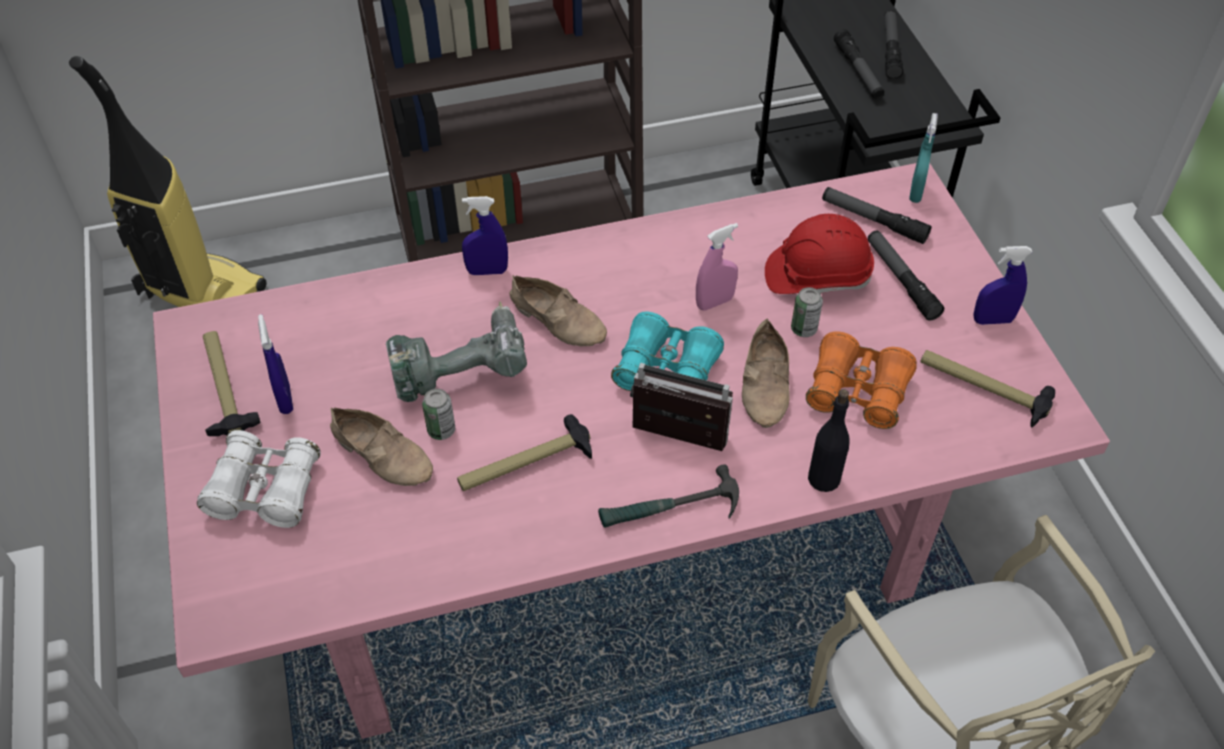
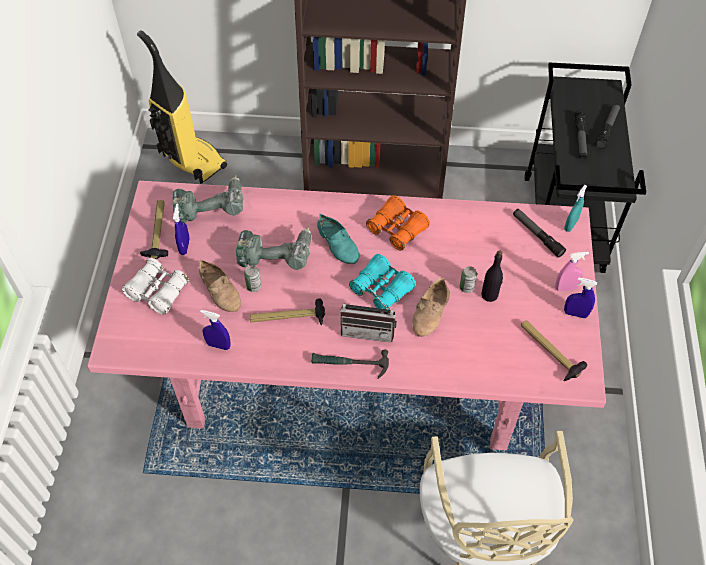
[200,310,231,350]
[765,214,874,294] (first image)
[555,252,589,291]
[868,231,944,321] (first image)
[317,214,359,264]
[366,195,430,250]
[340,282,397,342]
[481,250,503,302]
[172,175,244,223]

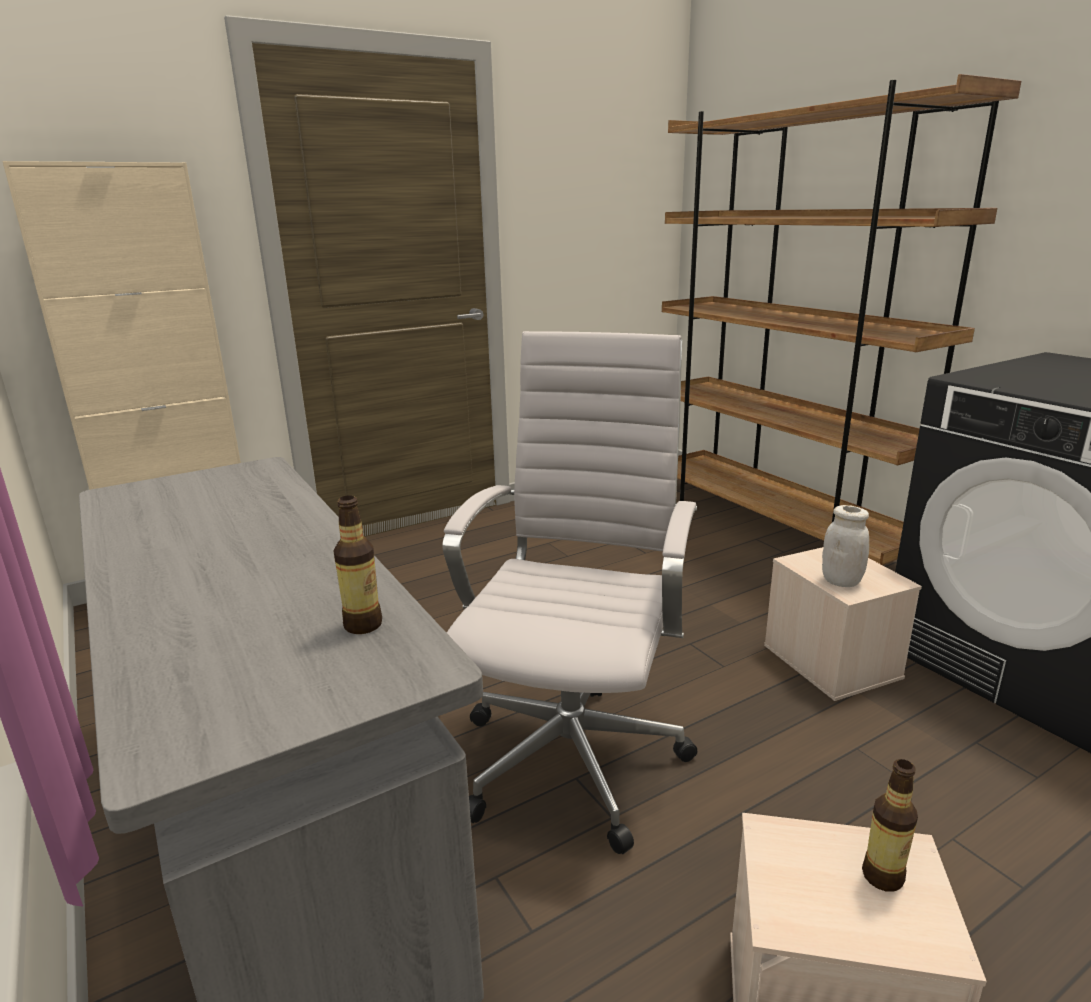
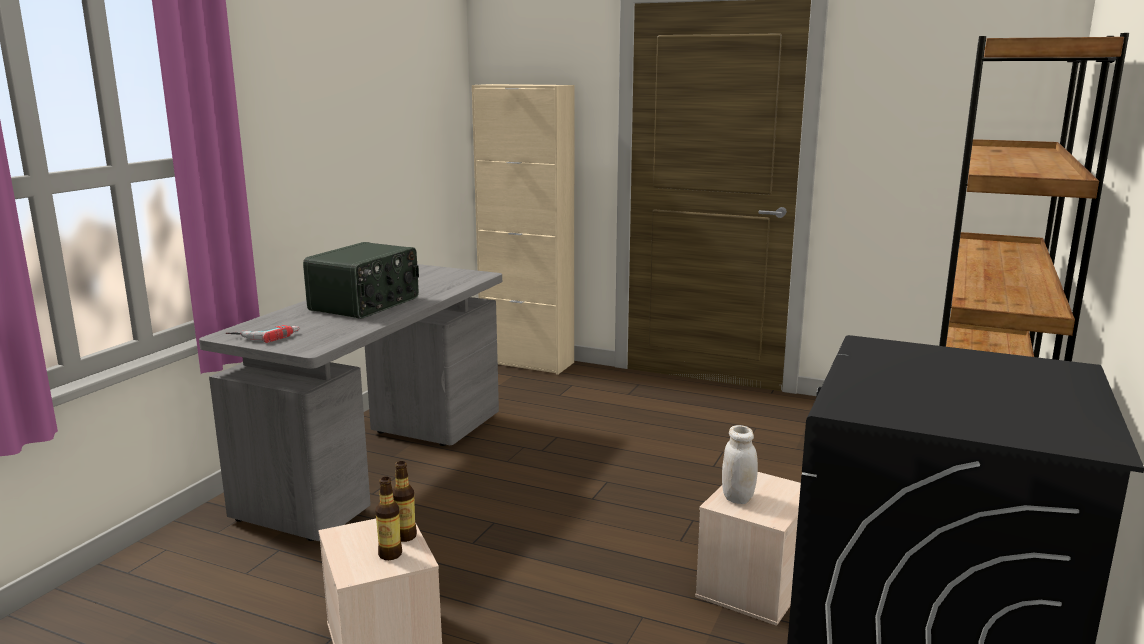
[442,331,697,854] (first image)
[393,461,417,542]
[303,242,419,319]
[226,325,299,343]

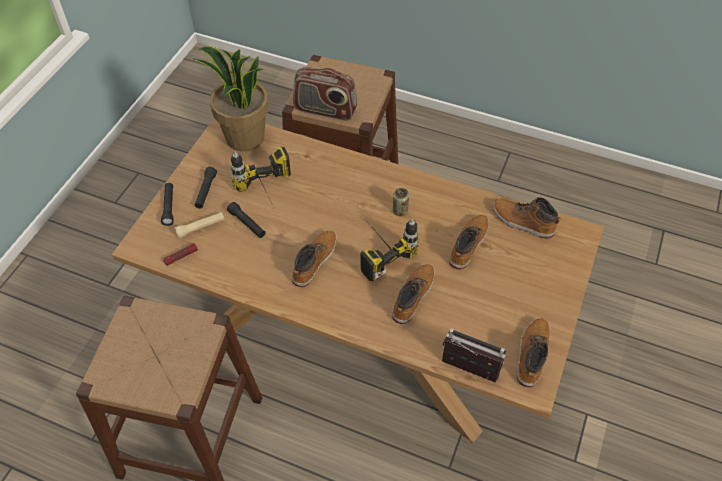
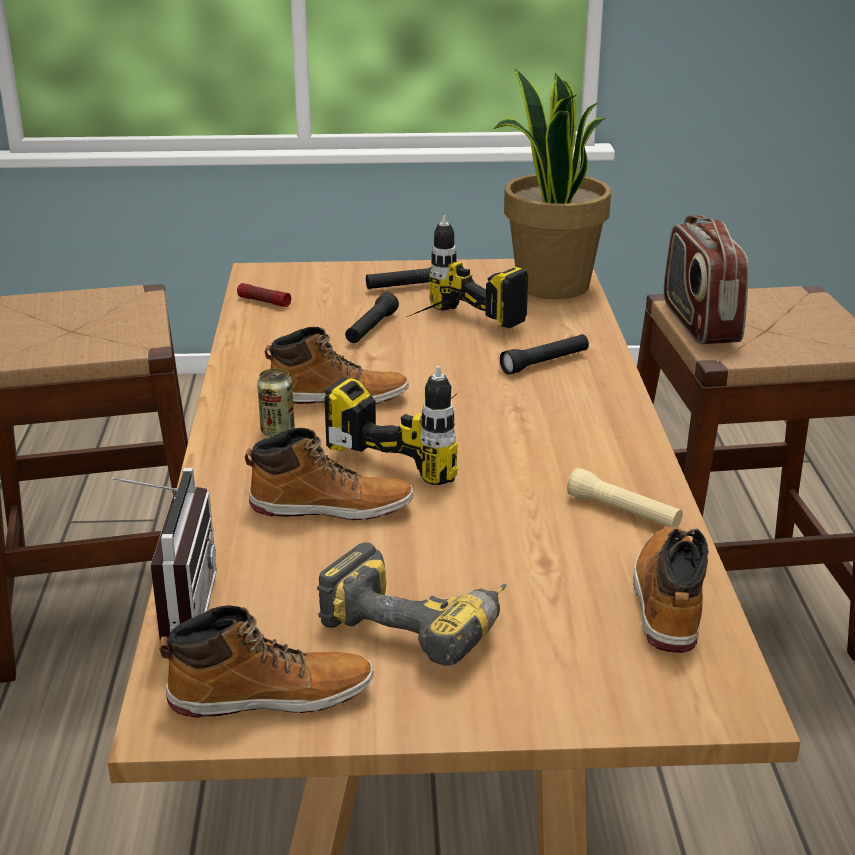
[500,334,589,375]
[257,368,295,437]
[567,468,683,527]
[449,215,489,269] (first image)
[317,542,506,666]

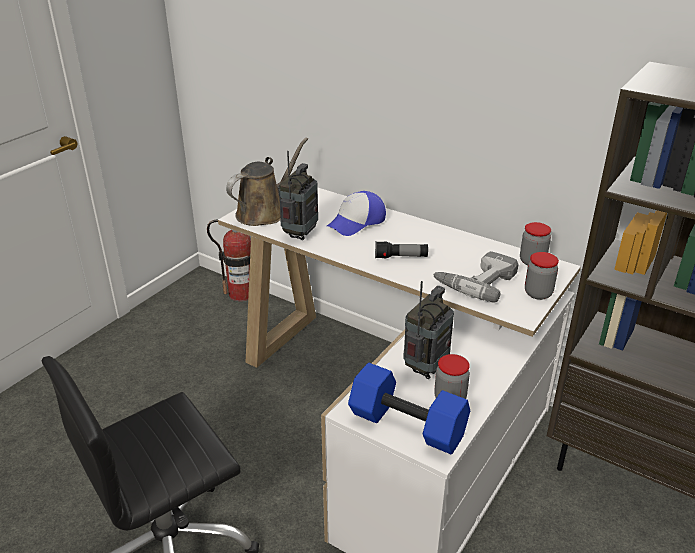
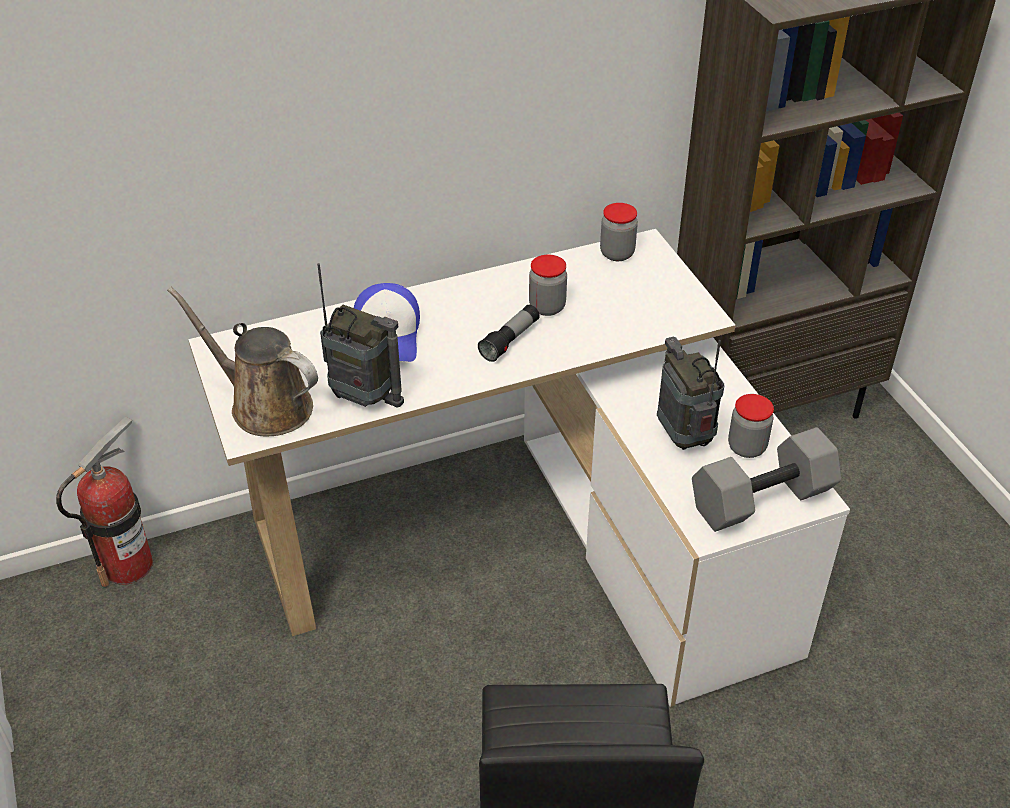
[167,287,318,437]
[317,263,404,407]
[433,251,519,302] (first image)
[529,255,567,316]
[692,427,841,532]

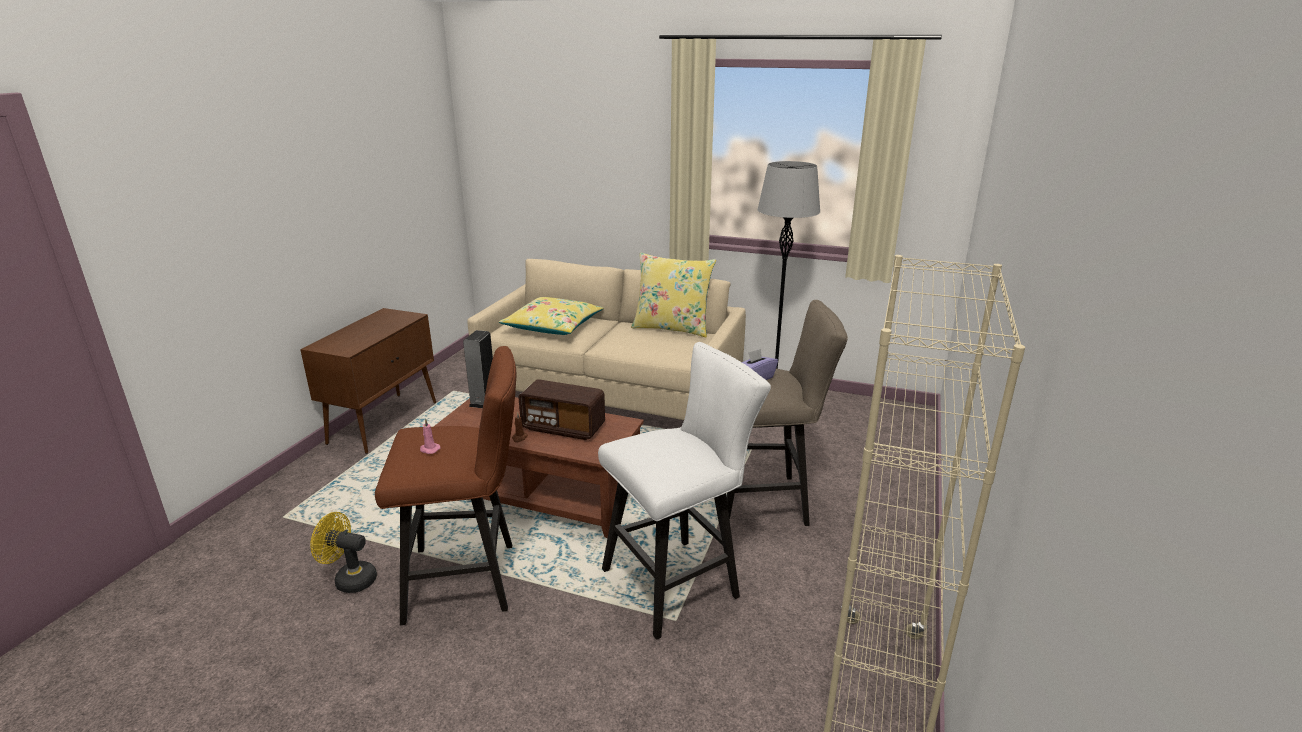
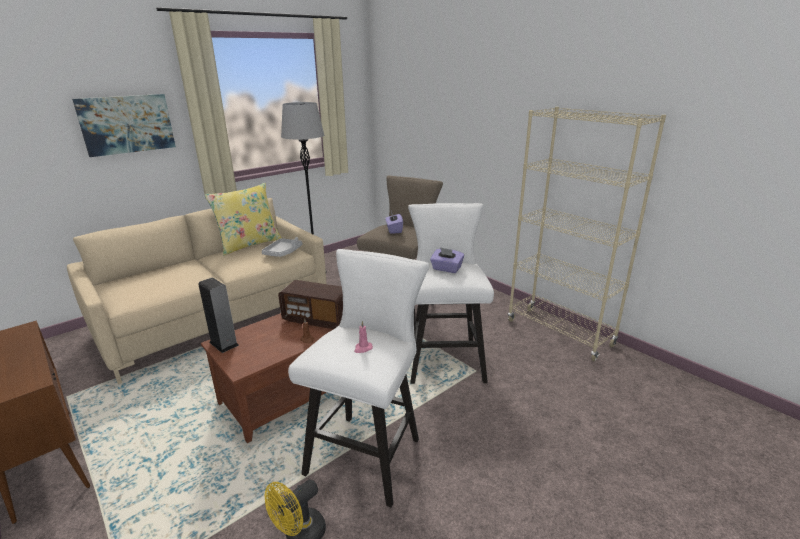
[499,297,604,335] (first image)
[288,249,429,507]
[278,280,343,329]
[72,94,176,157]
[261,237,303,257]
[430,247,464,273]

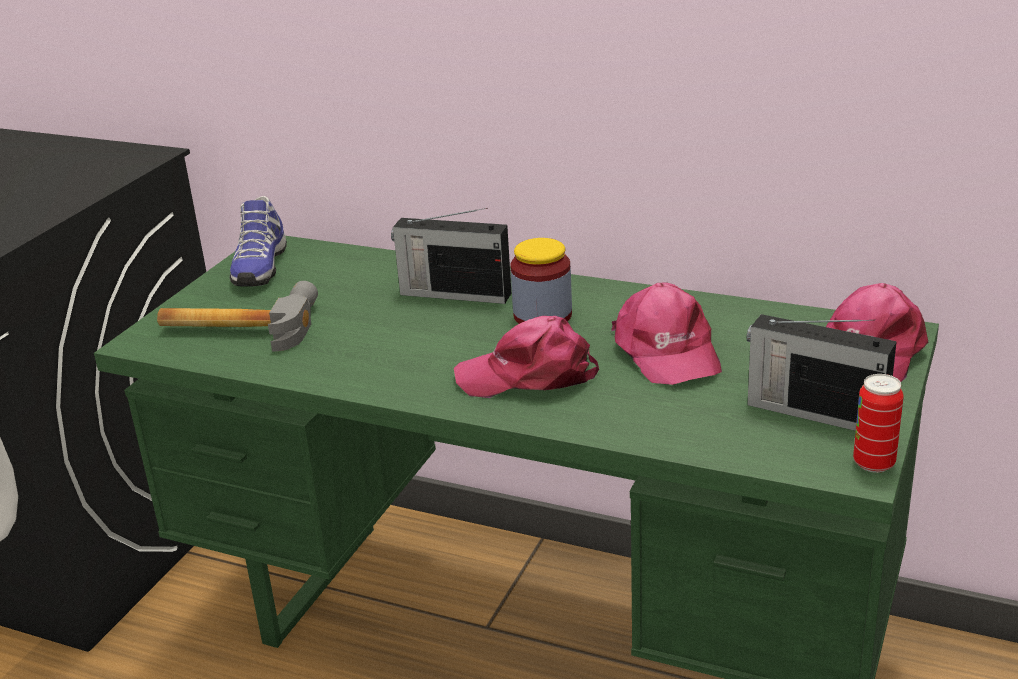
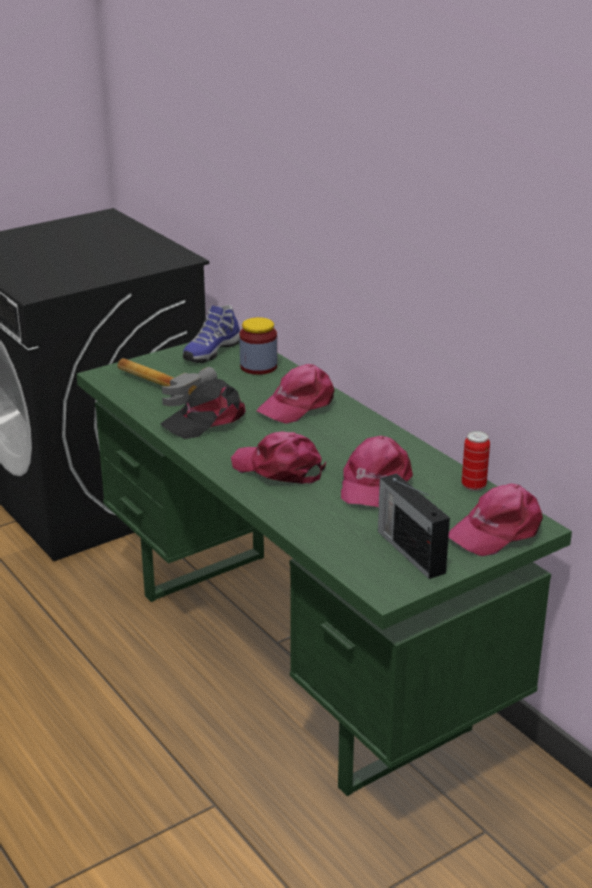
[257,364,335,424]
[239,317,277,375]
[462,431,490,491]
[160,379,246,439]

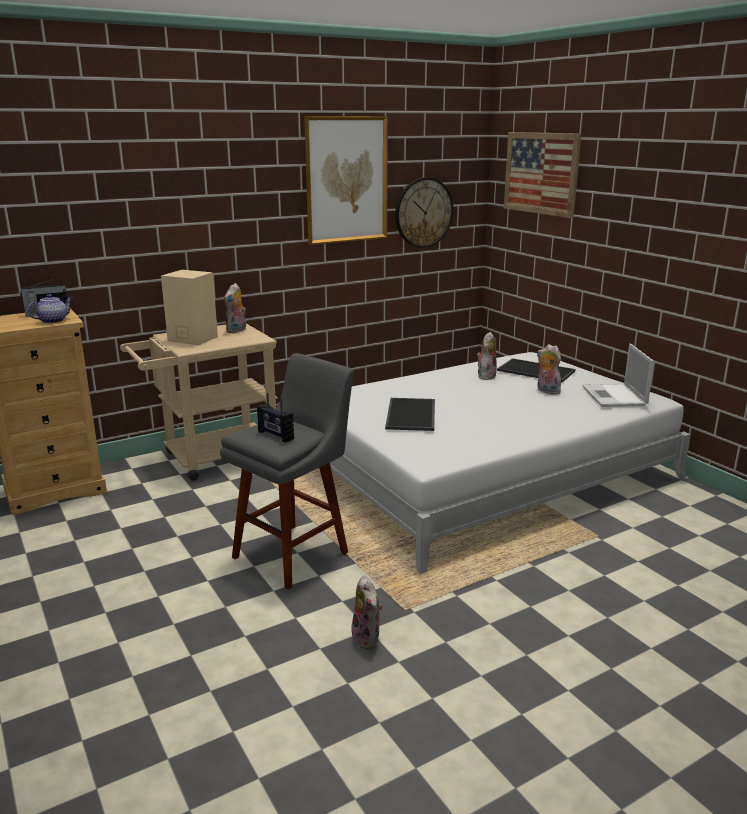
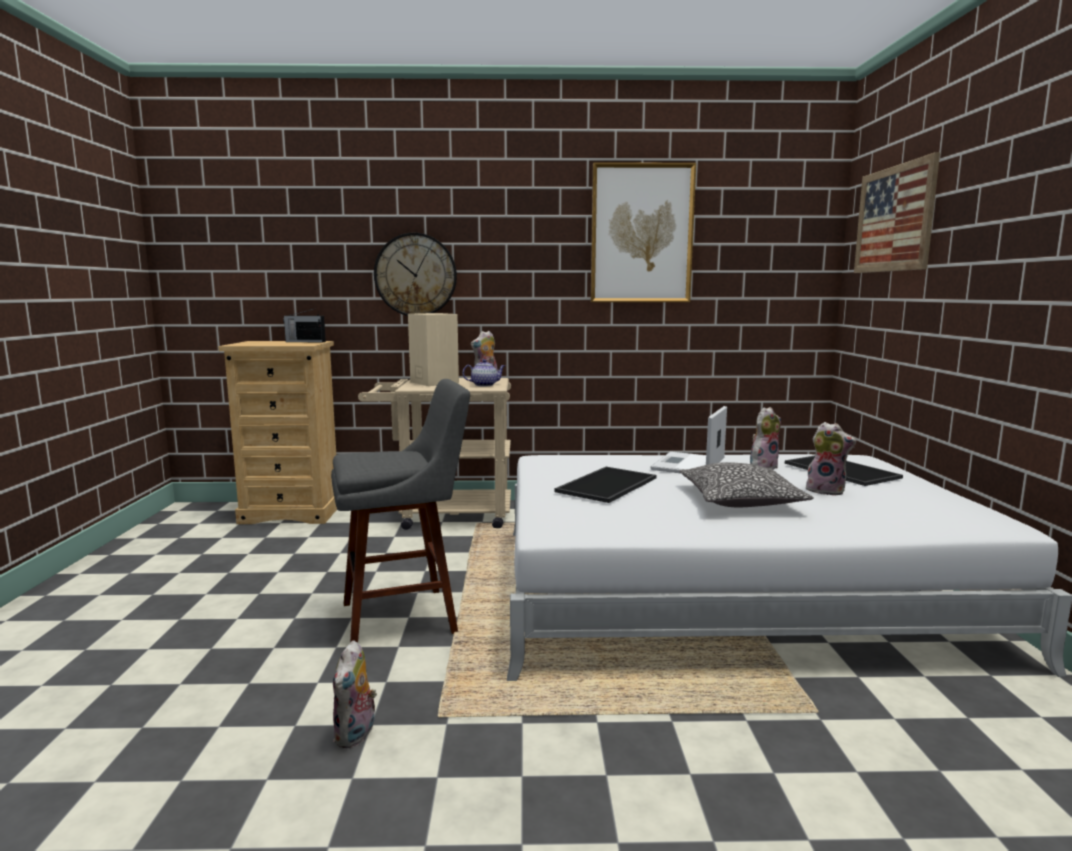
[374,233,457,316]
[462,359,505,386]
[650,406,727,473]
[804,422,856,496]
[257,393,294,443] (first image)
[679,462,814,507]

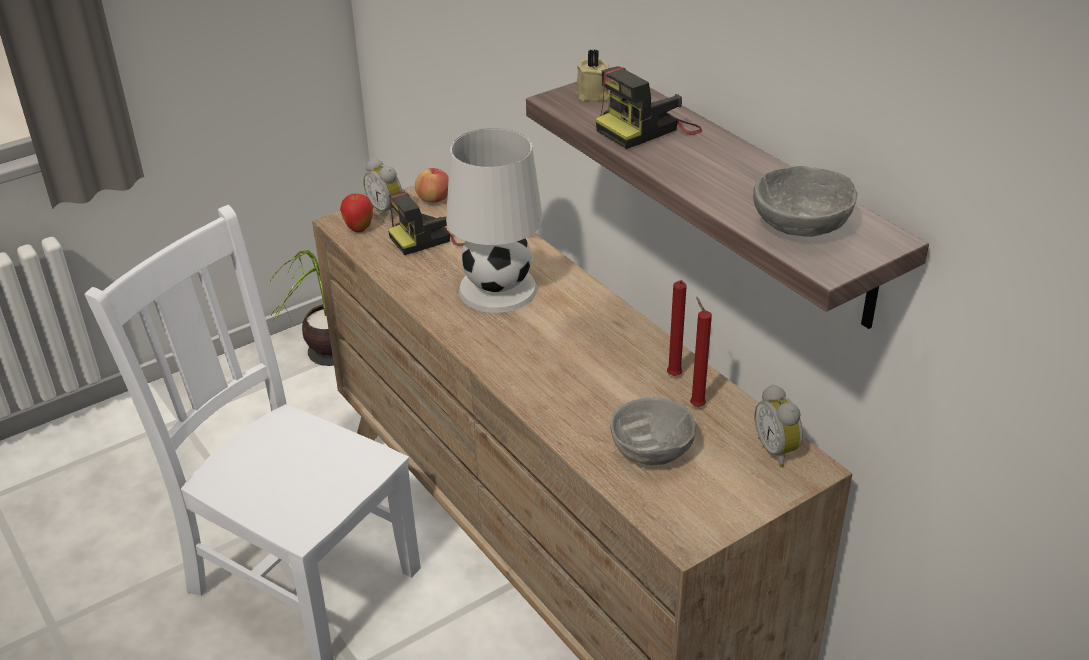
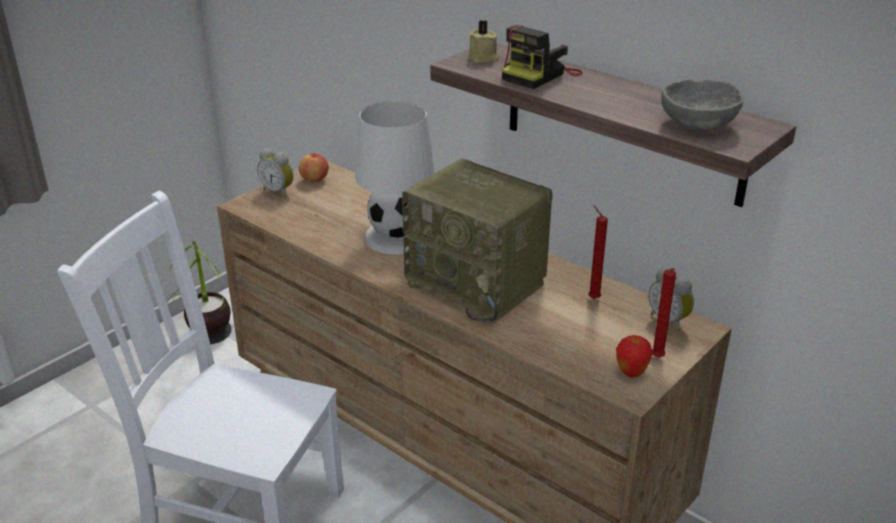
[388,192,464,255] (first image)
[616,335,652,377]
[652,268,676,358]
[610,398,696,465] (first image)
[402,158,553,324]

